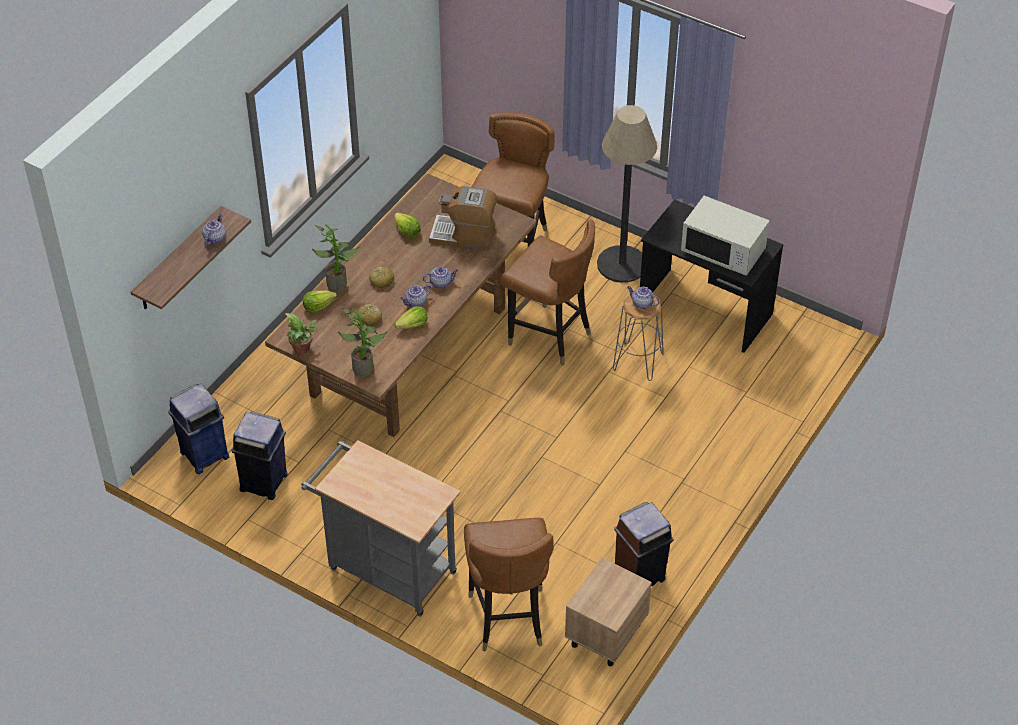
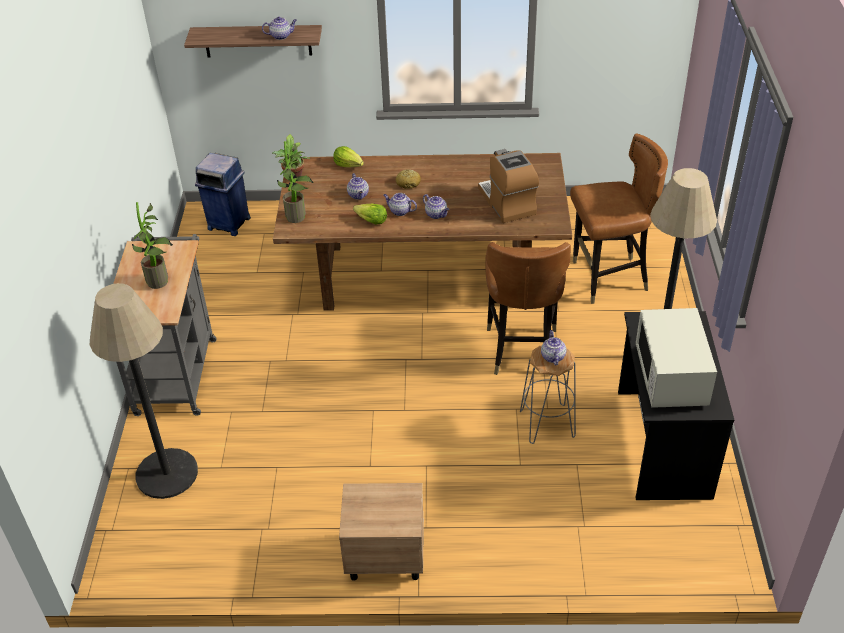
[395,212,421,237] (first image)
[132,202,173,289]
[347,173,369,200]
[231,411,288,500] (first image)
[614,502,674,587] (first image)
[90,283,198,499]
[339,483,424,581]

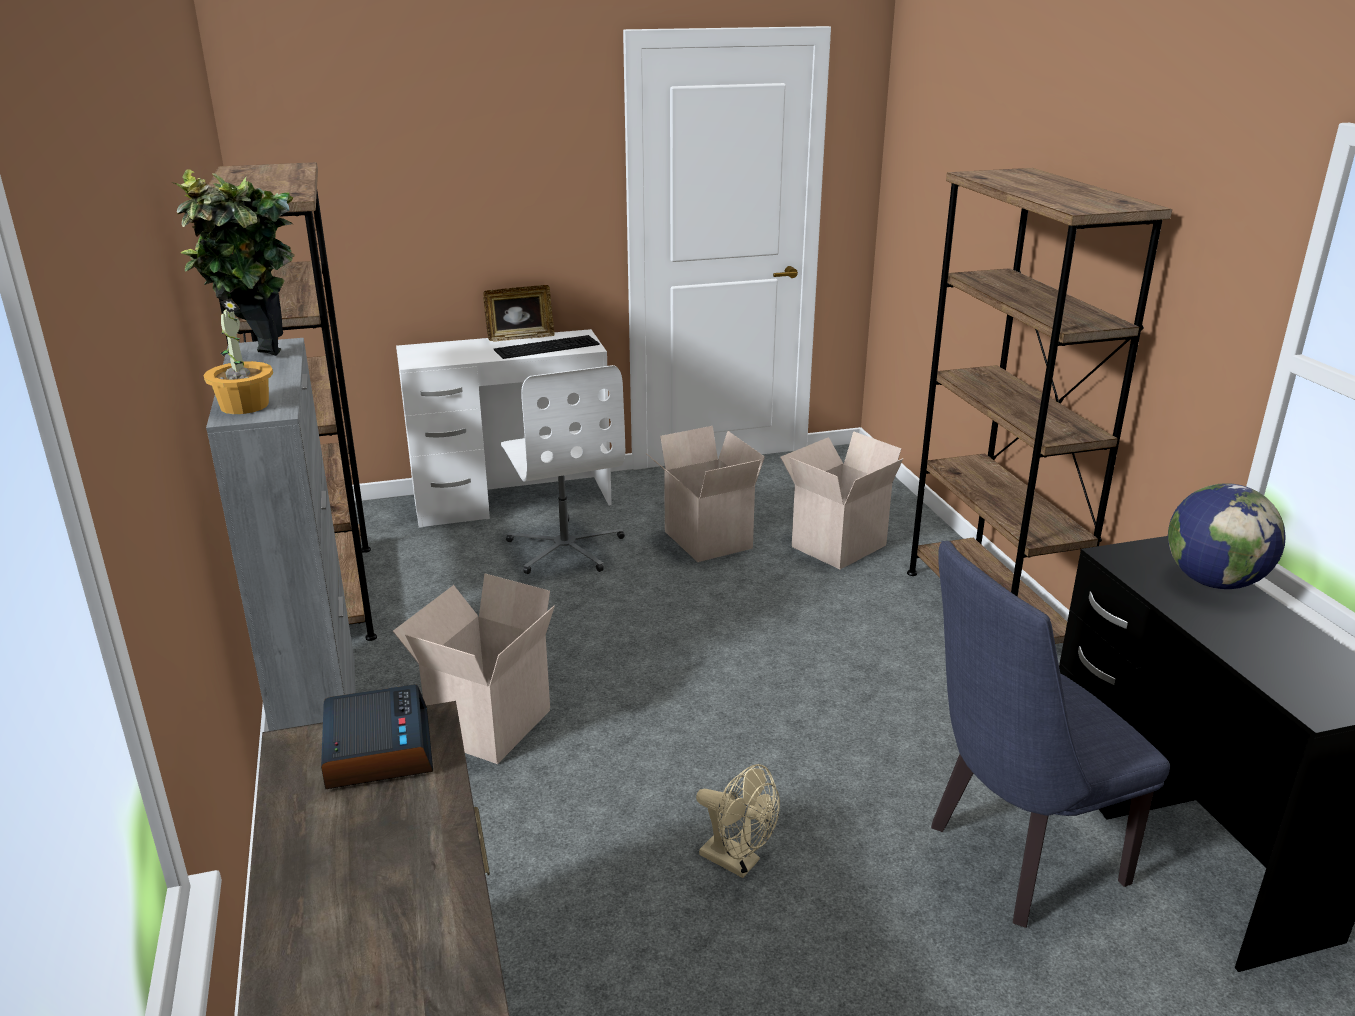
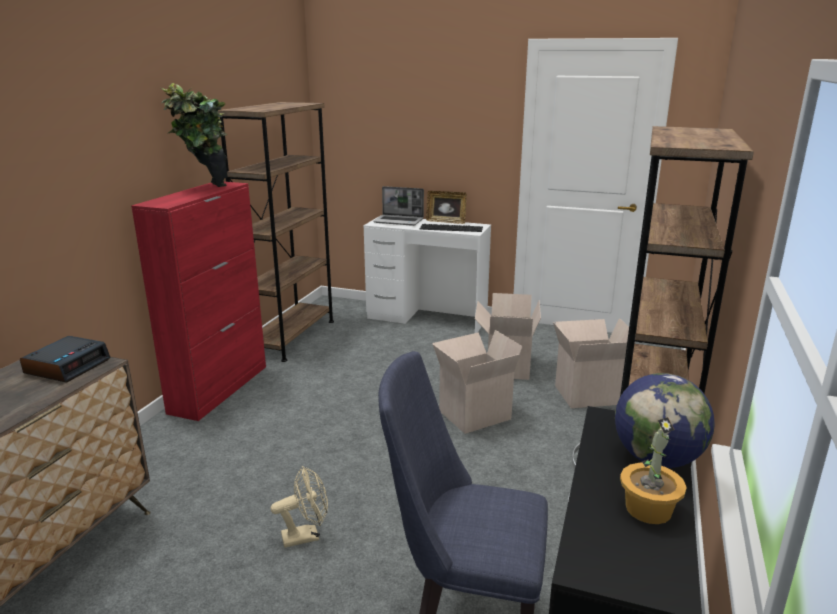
[620,417,687,524]
[131,182,266,421]
[501,365,625,574] (first image)
[432,330,523,434]
[271,466,328,548]
[373,186,424,226]

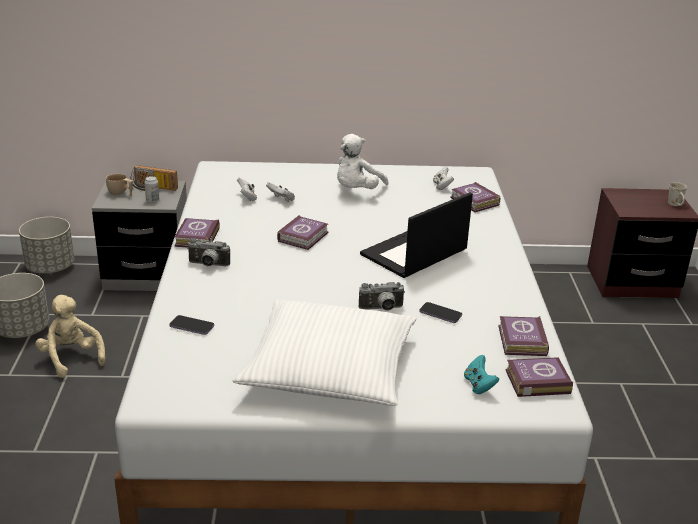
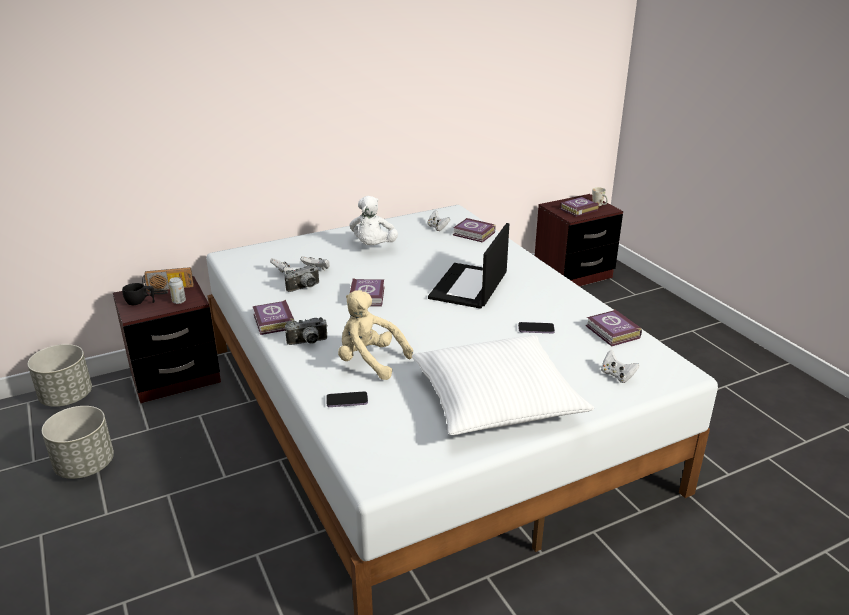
[122,283,155,305]
[113,276,221,403]
[285,264,319,292]
[338,290,413,380]
[601,350,639,383]
[560,197,599,217]

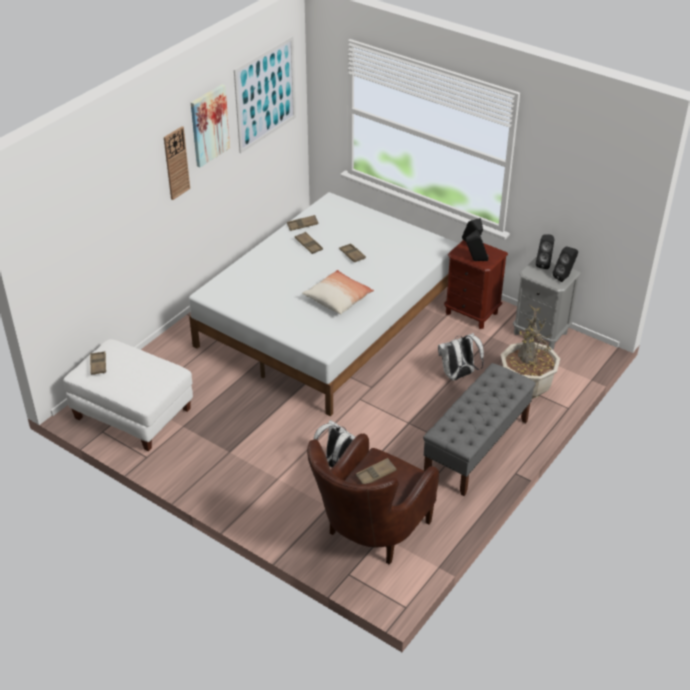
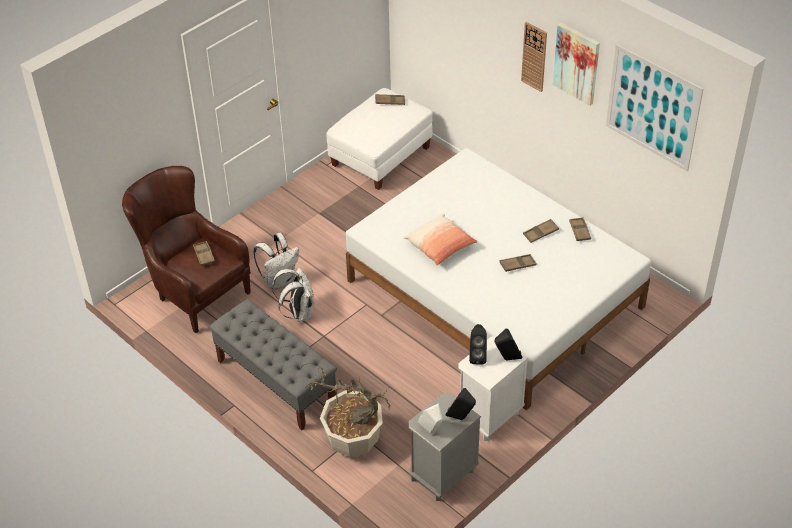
[459,336,529,441]
[418,403,443,434]
[272,268,315,322]

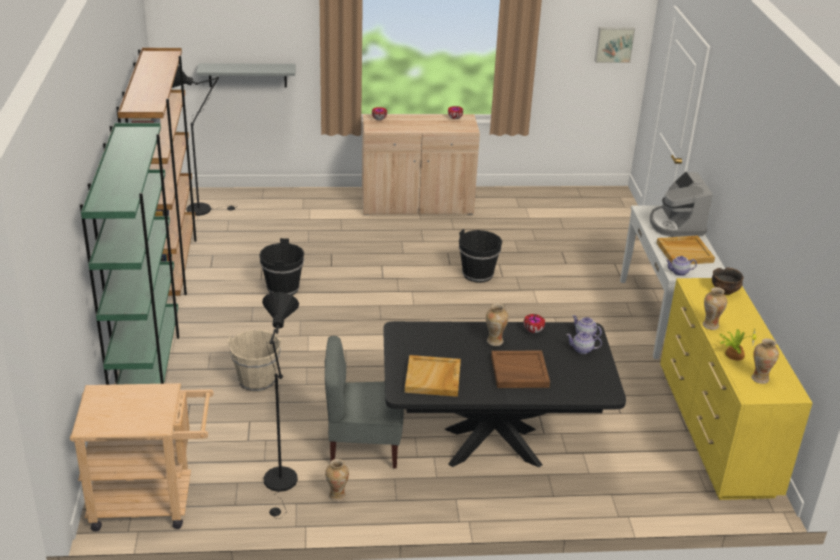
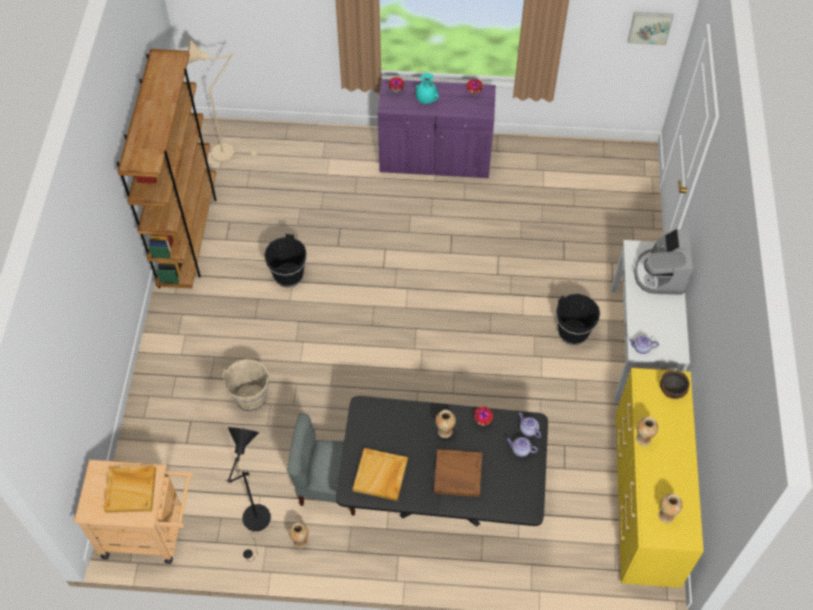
[196,63,296,87] (first image)
[188,40,260,162]
[378,79,496,178]
[80,123,179,385] (first image)
[556,294,600,345]
[104,466,156,513]
[720,327,756,360] (first image)
[415,73,439,104]

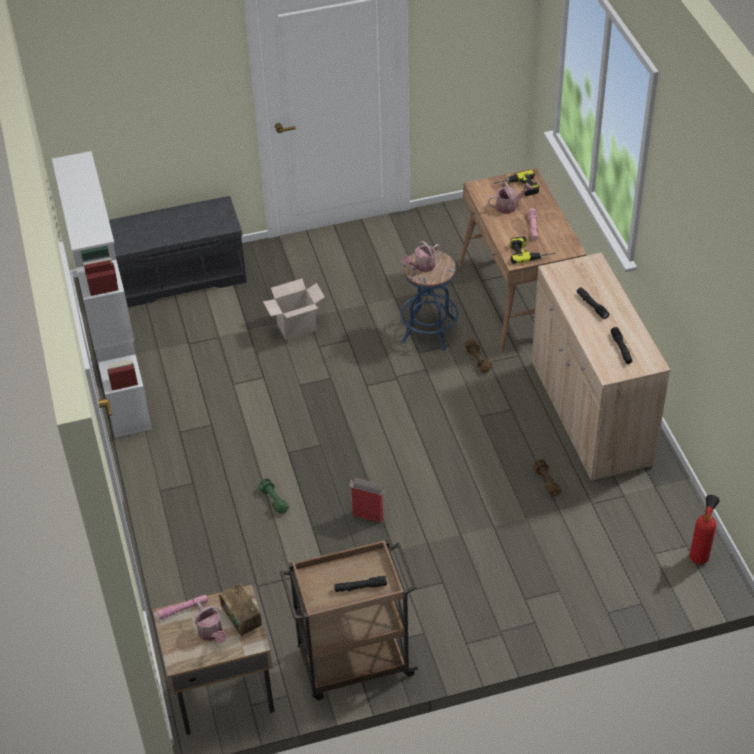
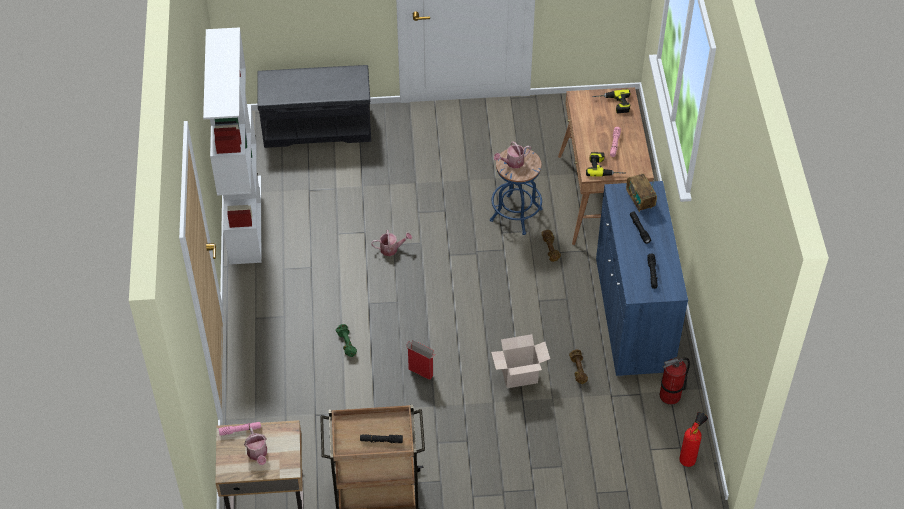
[371,230,412,256]
[596,181,688,377]
[491,334,550,388]
[626,173,657,212]
[660,357,690,405]

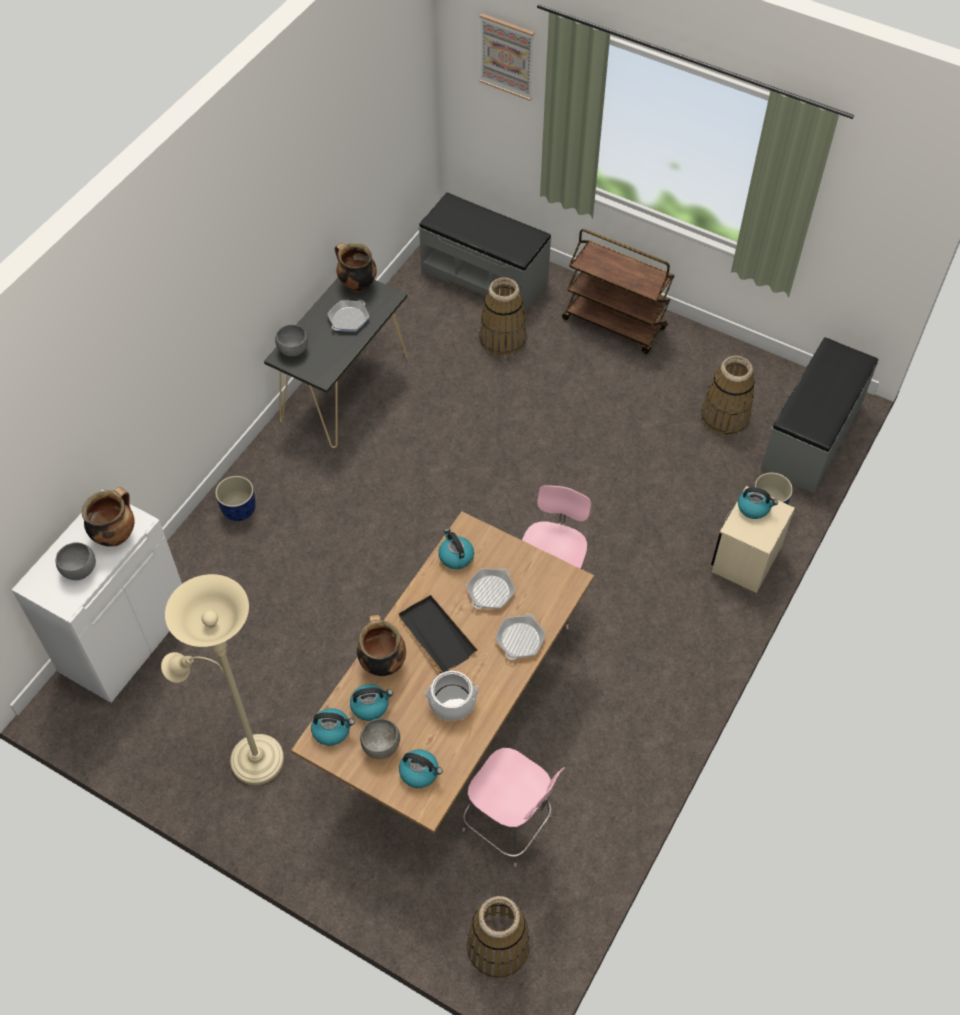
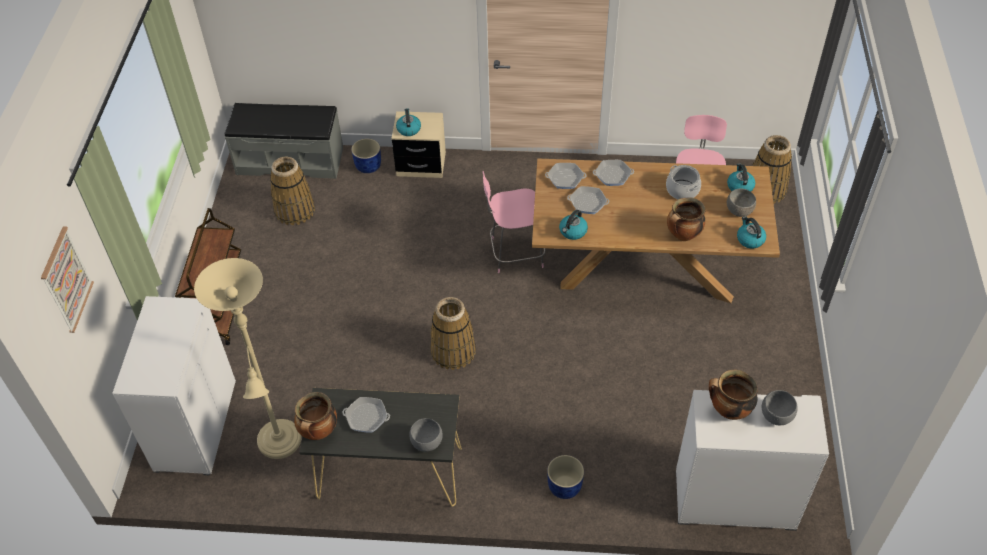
[112,296,236,475]
[430,297,476,370]
[194,258,301,459]
[399,595,477,673] (first image)
[350,684,393,721] (first image)
[545,163,587,189]

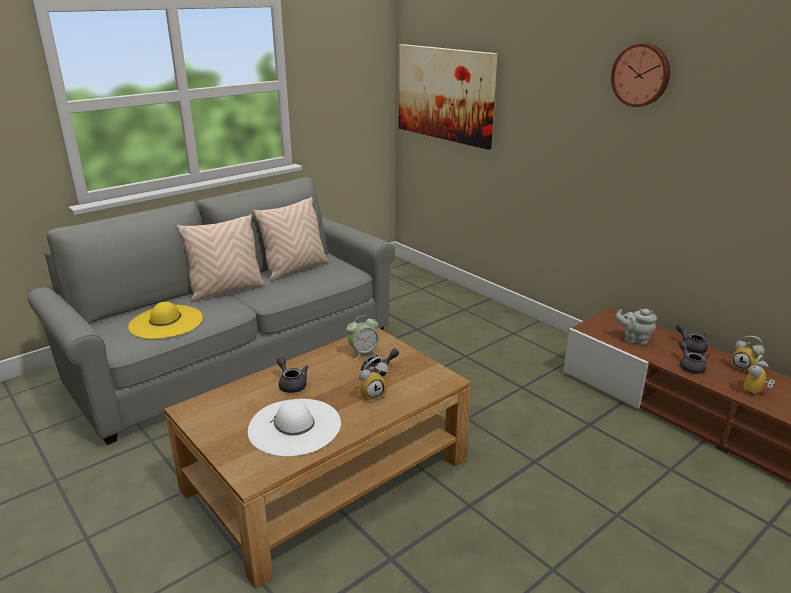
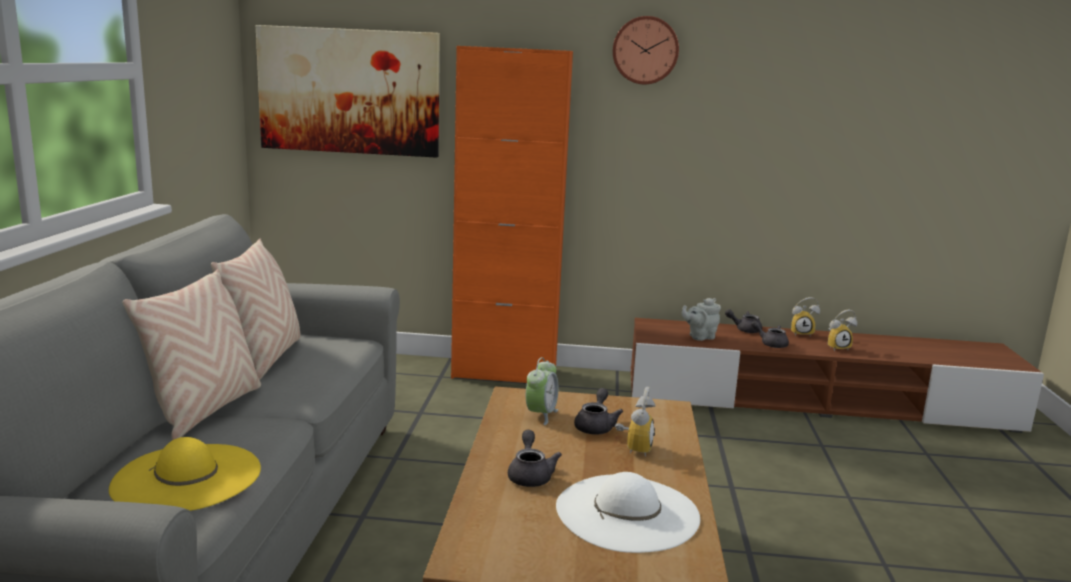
[828,310,857,351]
[508,430,562,487]
[451,46,573,383]

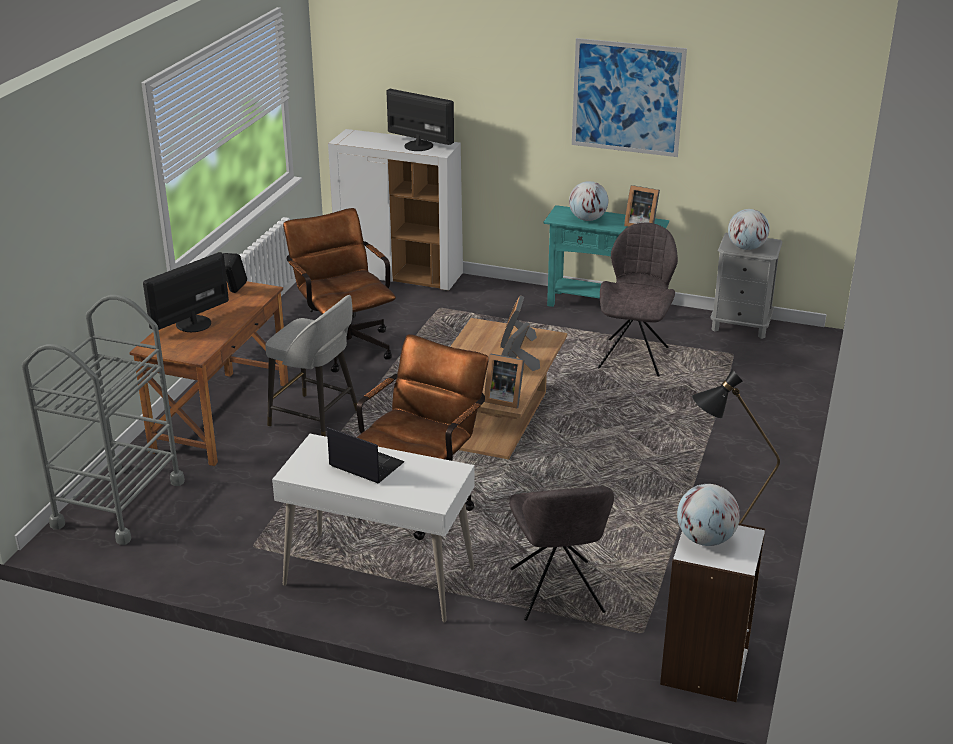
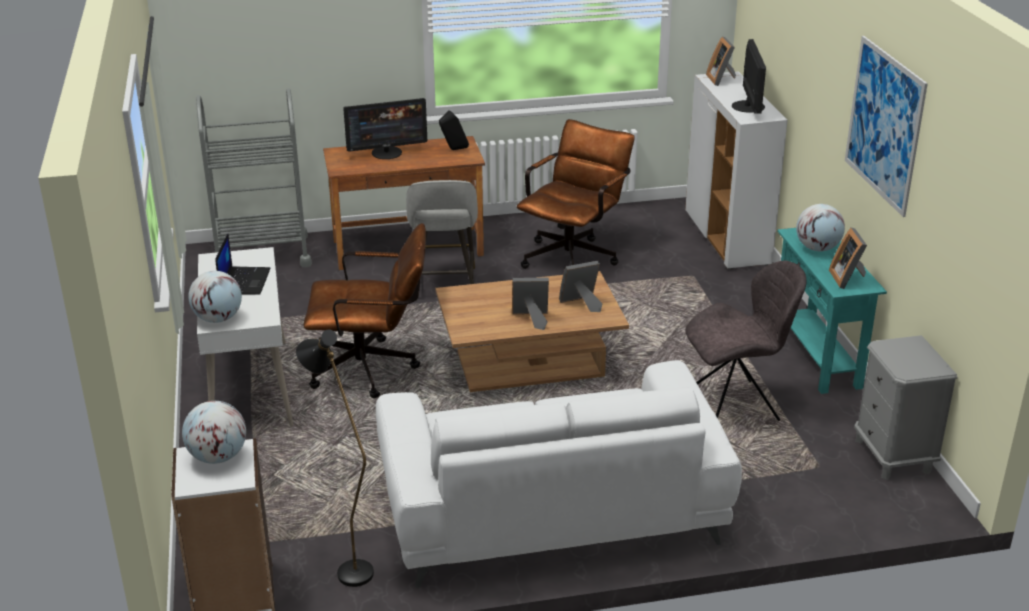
[188,271,242,323]
[344,98,427,159]
[706,36,736,86]
[509,486,614,621] (first image)
[376,360,742,588]

